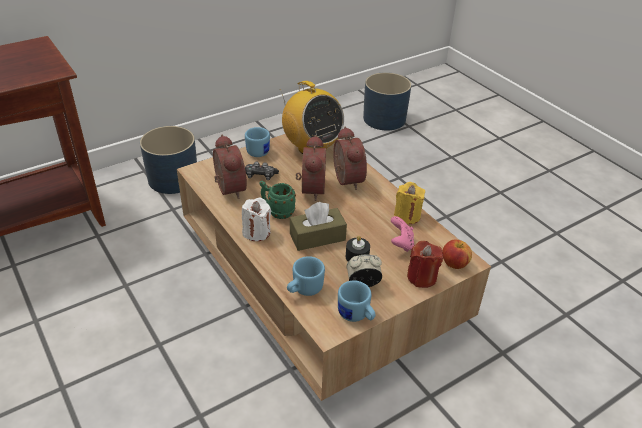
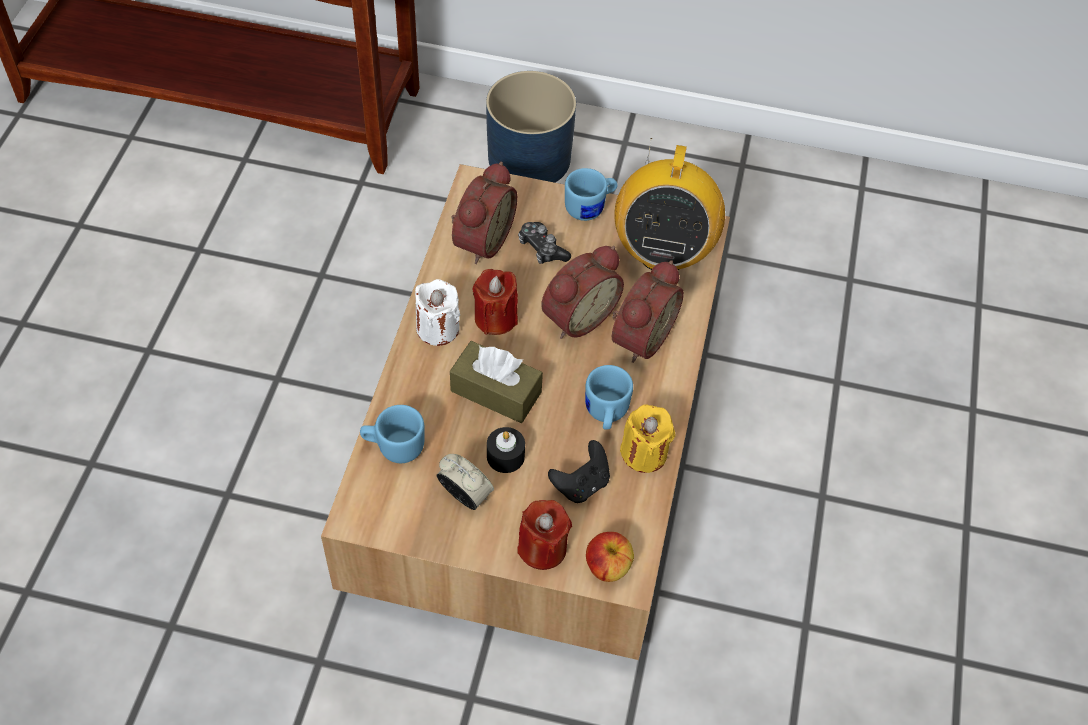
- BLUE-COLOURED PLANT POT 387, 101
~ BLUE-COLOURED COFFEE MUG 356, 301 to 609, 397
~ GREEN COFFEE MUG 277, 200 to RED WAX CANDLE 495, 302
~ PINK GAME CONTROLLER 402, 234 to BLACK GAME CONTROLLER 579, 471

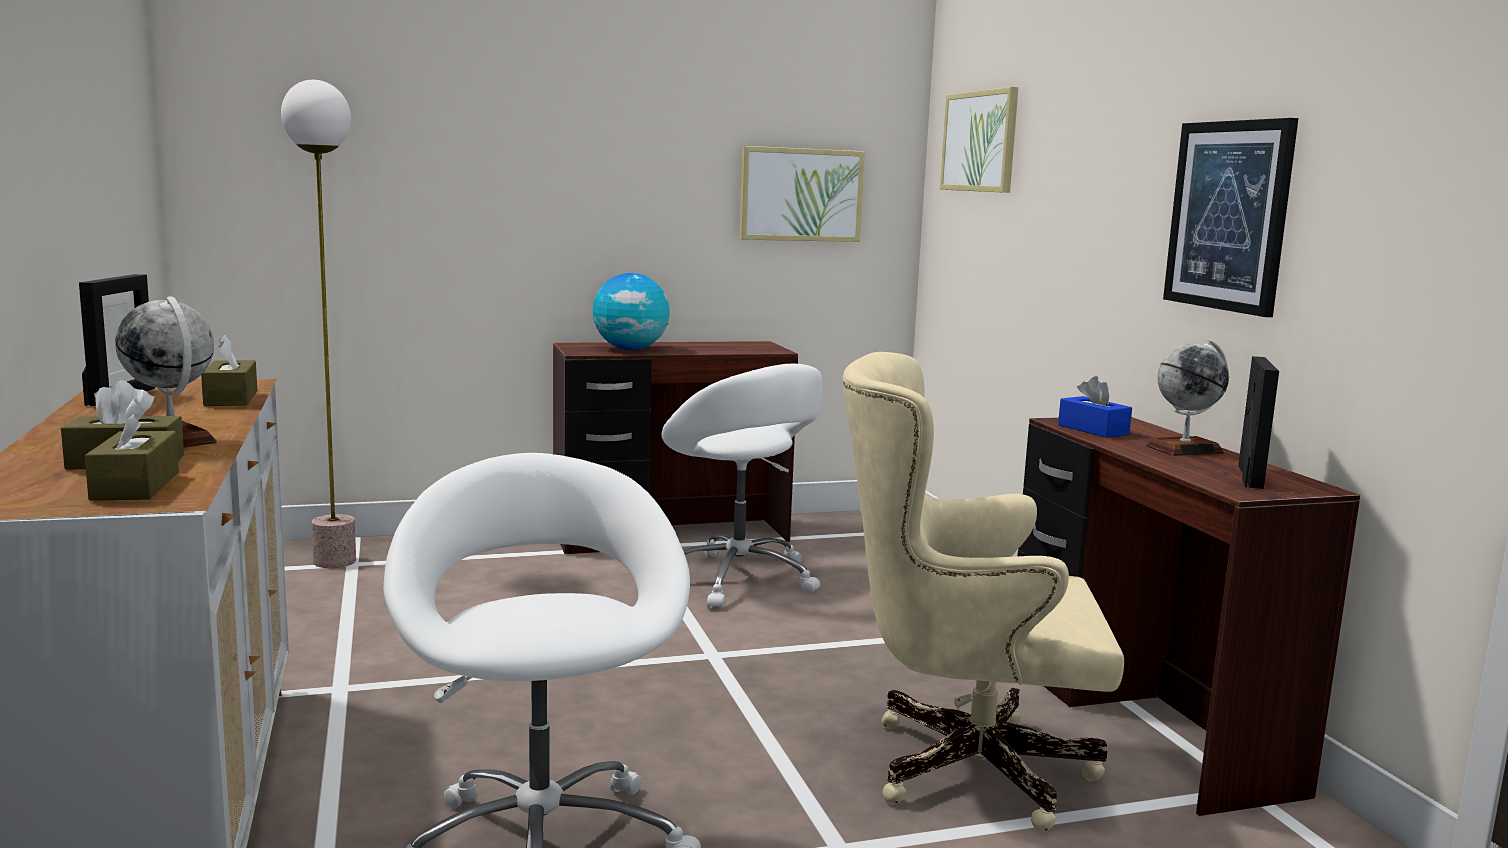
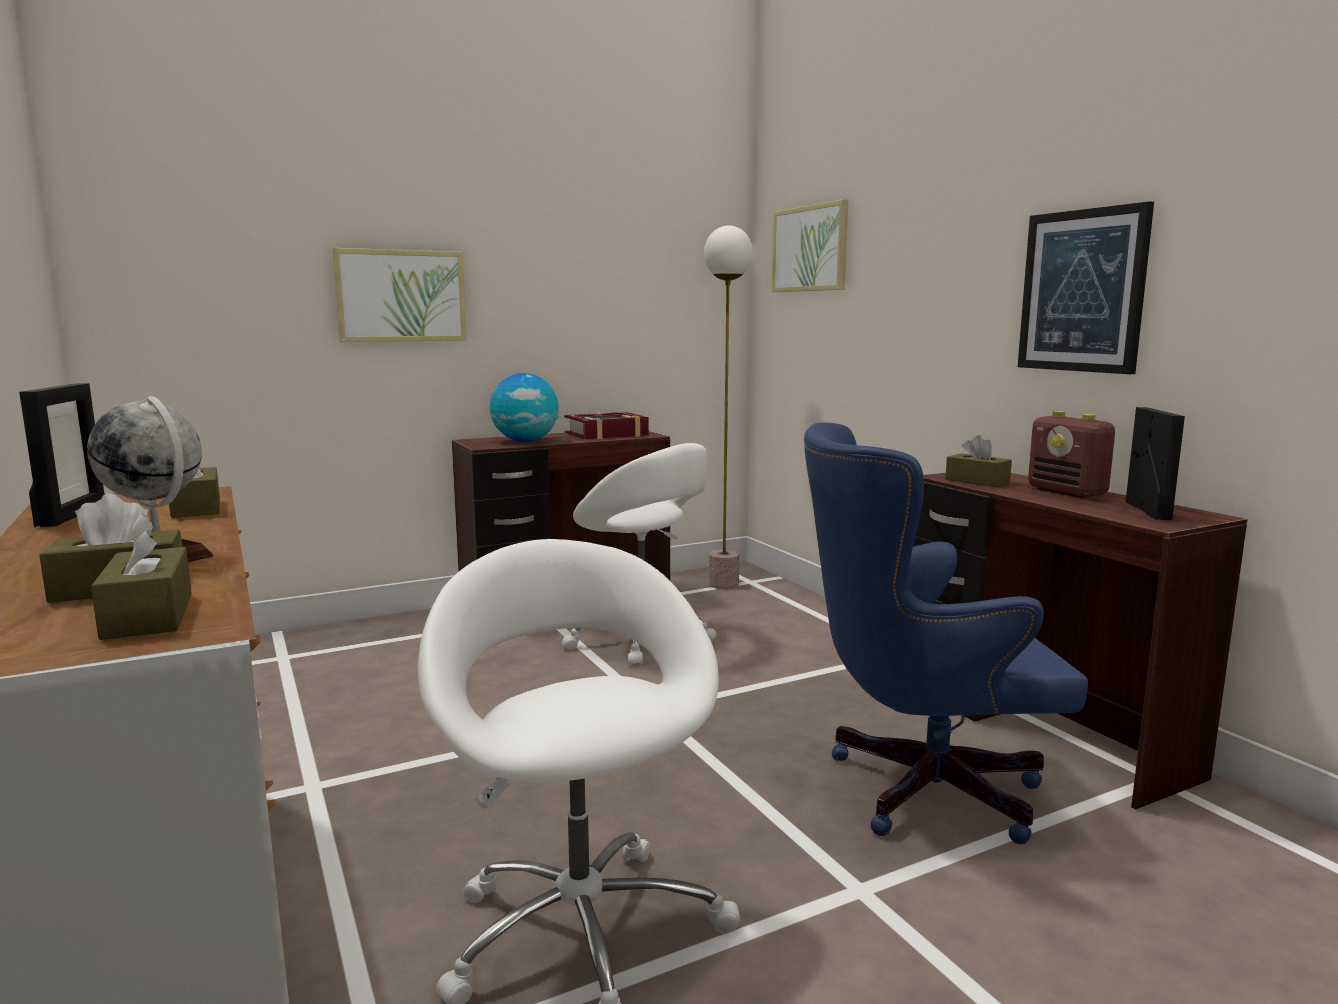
+ BOUND BOOK 606, 425
~ STANDING LAMP 318, 324 to 728, 407
~ WALL PICTURE 802, 194 to 399, 295
~ DESK GLOBE 1187, 398 to RADIO RECEIVER 1071, 454
~ SAND-COLOURED COMPUTER CHAIR 983, 591 to BLUE-COLOURED COMPUTER CHAIR 946, 633
~ BLUE-COLOURED TISSUE BOX 1095, 407 to BROWN TISSUE BOX 978, 461

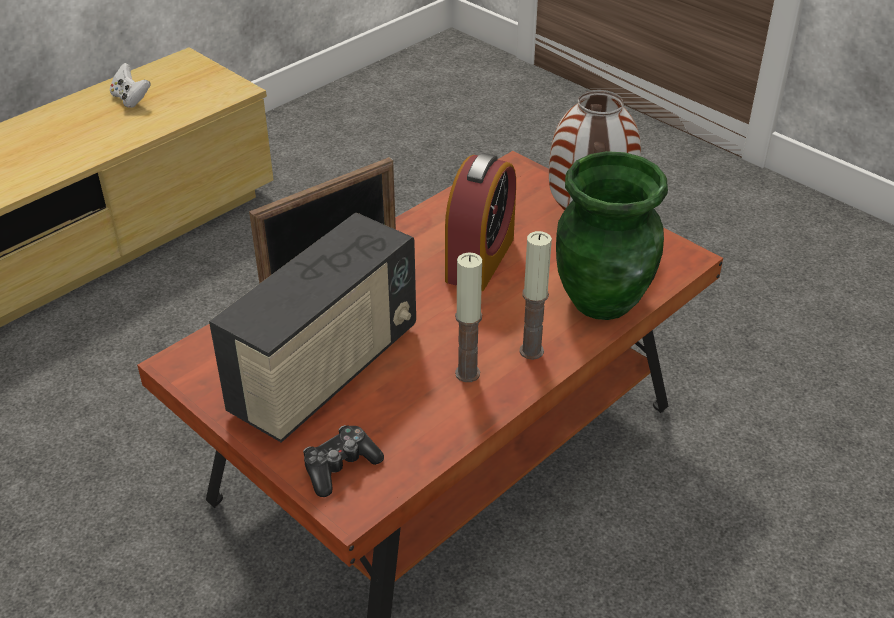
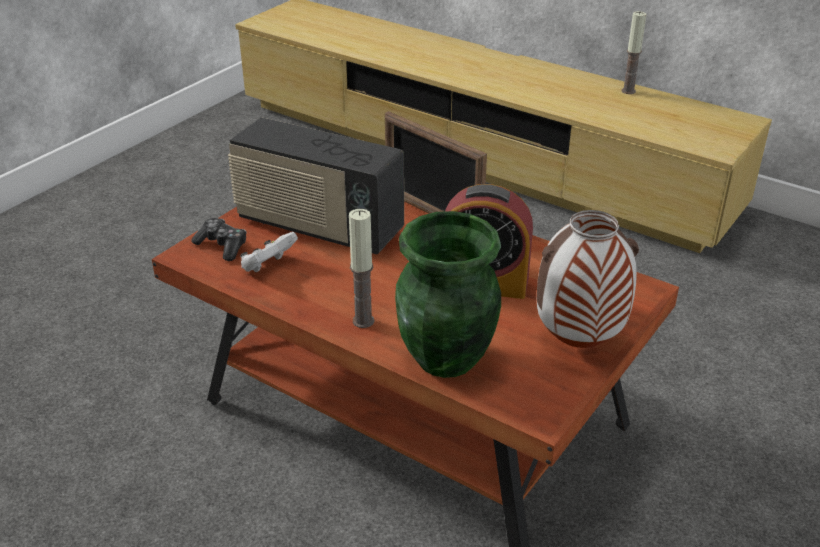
~ WHITISH GAME CONTROLLER 130, 85 to 269, 252
~ WAX CANDLE 468, 317 to 634, 52

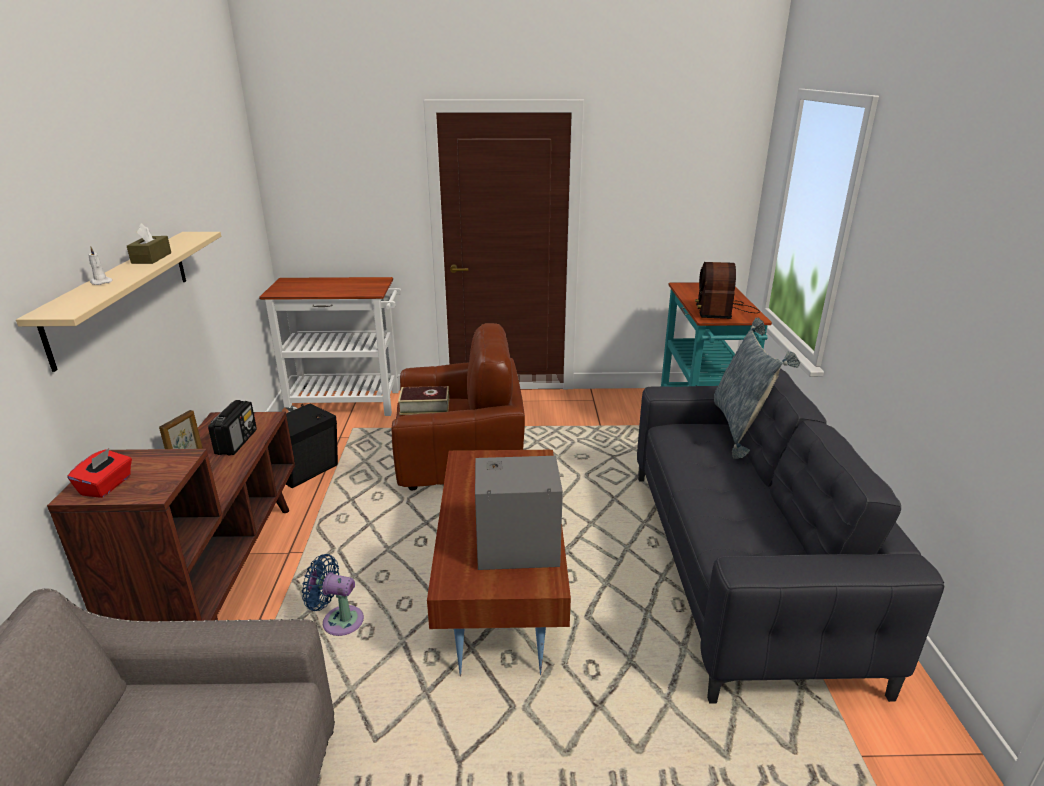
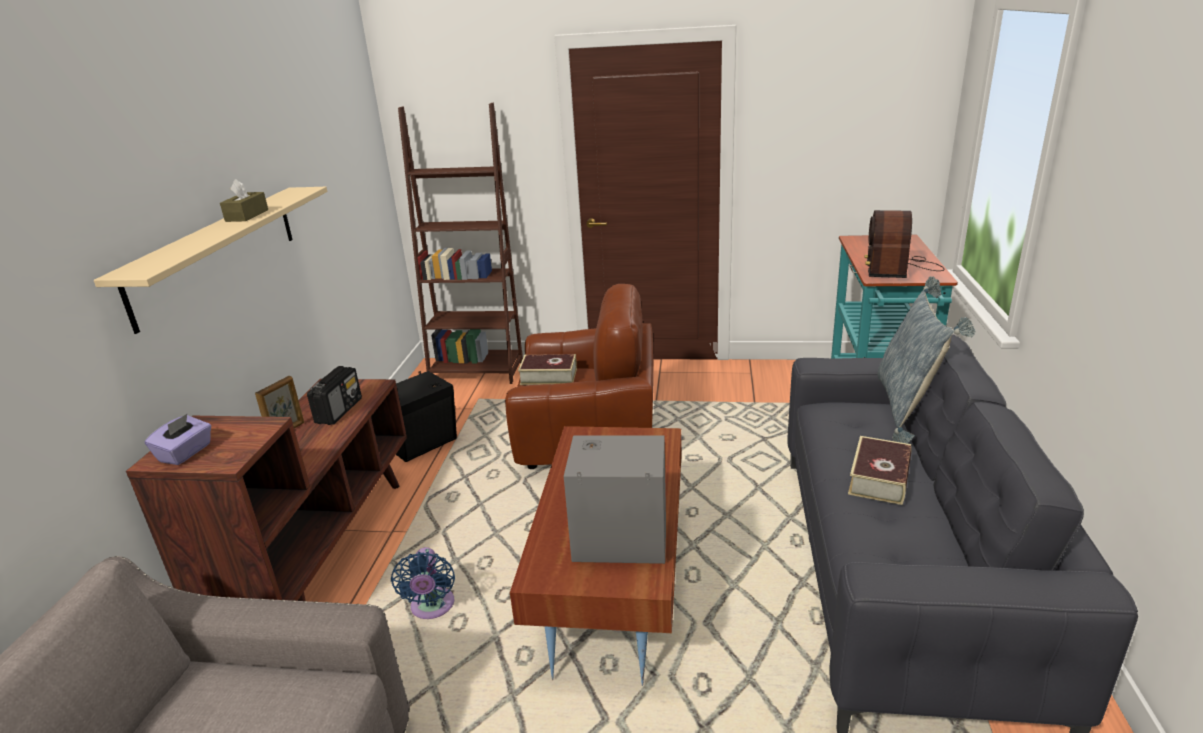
- WHITISH WAX CANDLE 100, 266
+ BOUND BOOK 879, 470
~ WHITISH WHEELED CART 330, 346 to BROWN BOOKCASE 460, 243
~ RED TISSUE BOX 100, 473 to PURPLE TISSUE BOX 178, 439
~ BLUE-COLOURED COOLING FAN 333, 595 = 423, 583 120 degrees counterclockwise

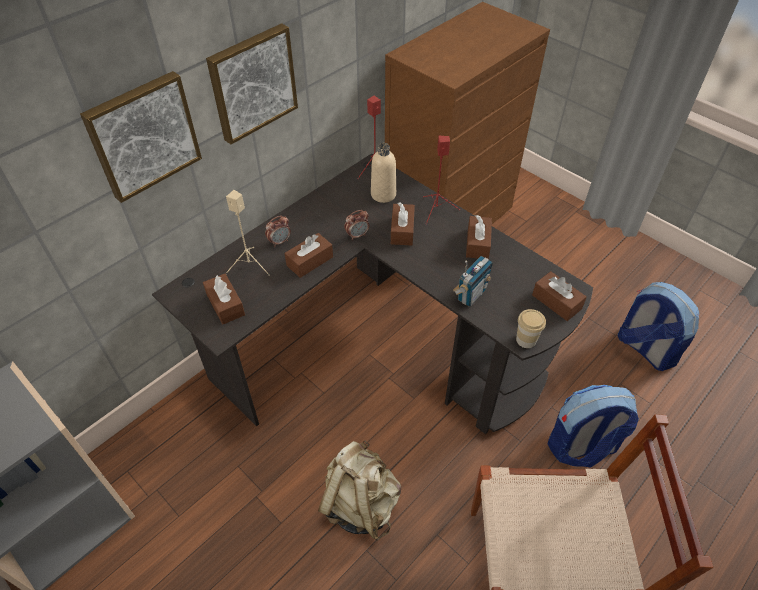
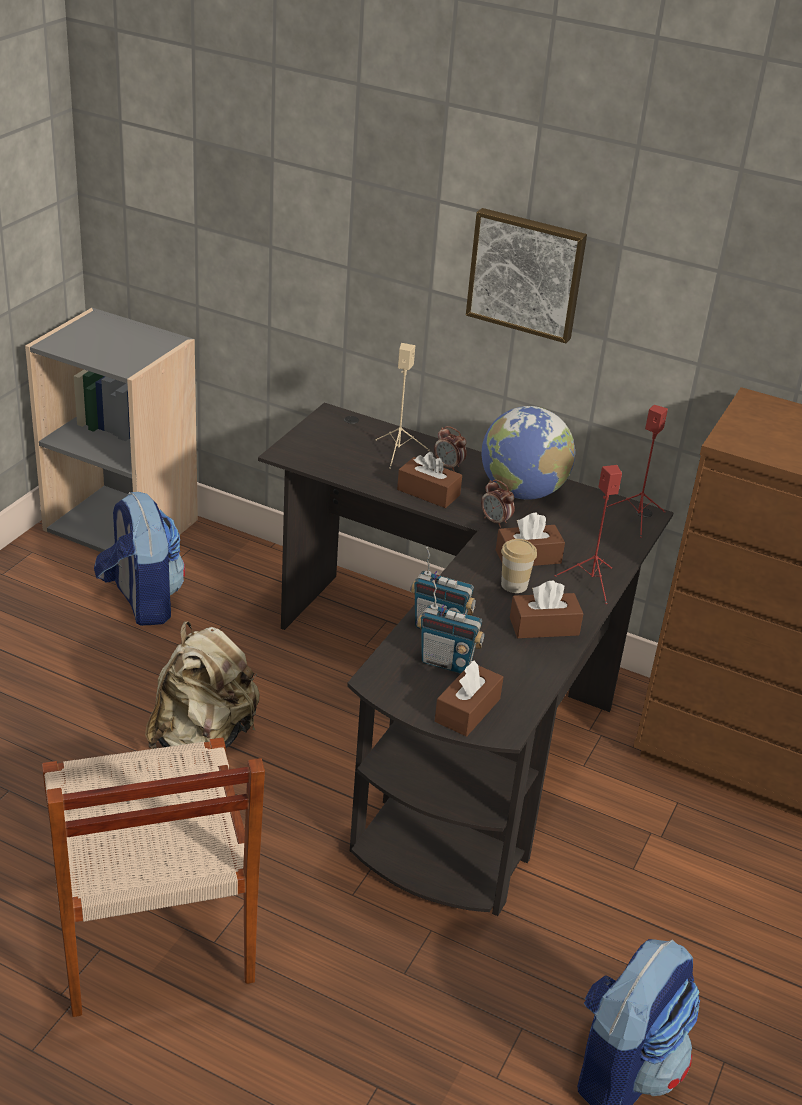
- WALL PICTURE 141, 137
- BROWN TISSUE BOX 224, 299
- SAND-COLOURED BEVERAGE BOTTLE 383, 173
+ RADIO RECEIVER 450, 627
+ DESK GLOBE 528, 453
~ SMALL CUP 531, 328 to 519, 566
~ KNAPSACK 593, 426 to 139, 559

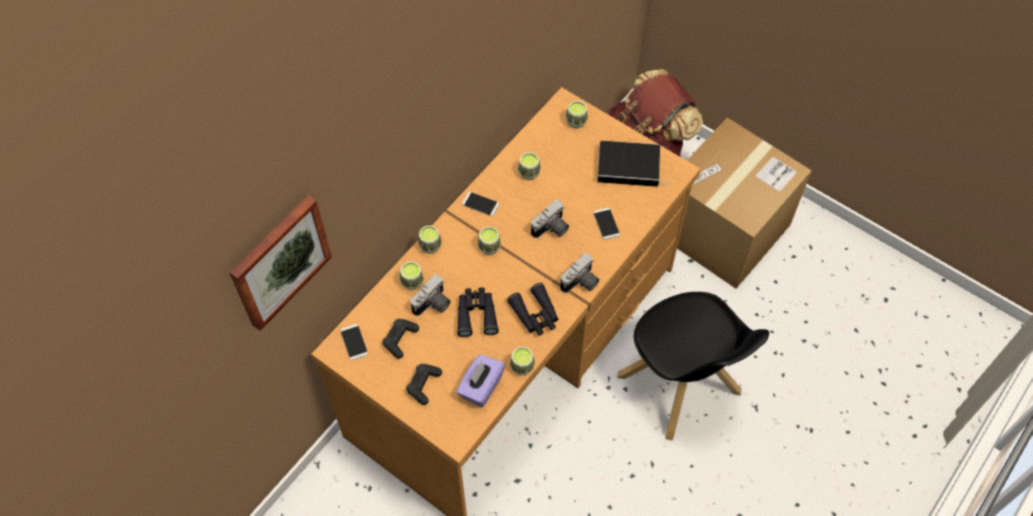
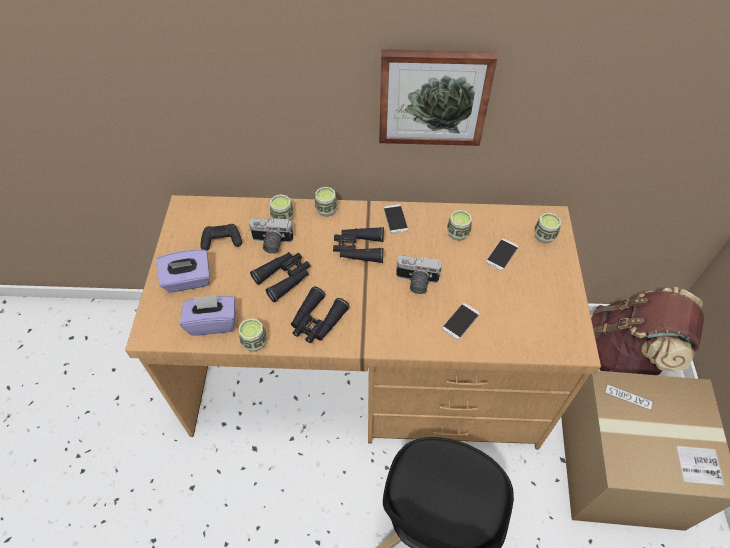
- STILL CAMERA 579, 273
- BOUND BOOK 633, 163
~ WALL PICTURE 280, 263 to 438, 97
~ TELEPHONE 354, 342 to 502, 254
~ BLACK GAME CONTROLLER 424, 384 to PURPLE TISSUE BOX 183, 271
~ SMALL CUP 489, 240 to BLACK FIELD GLASSES 358, 245

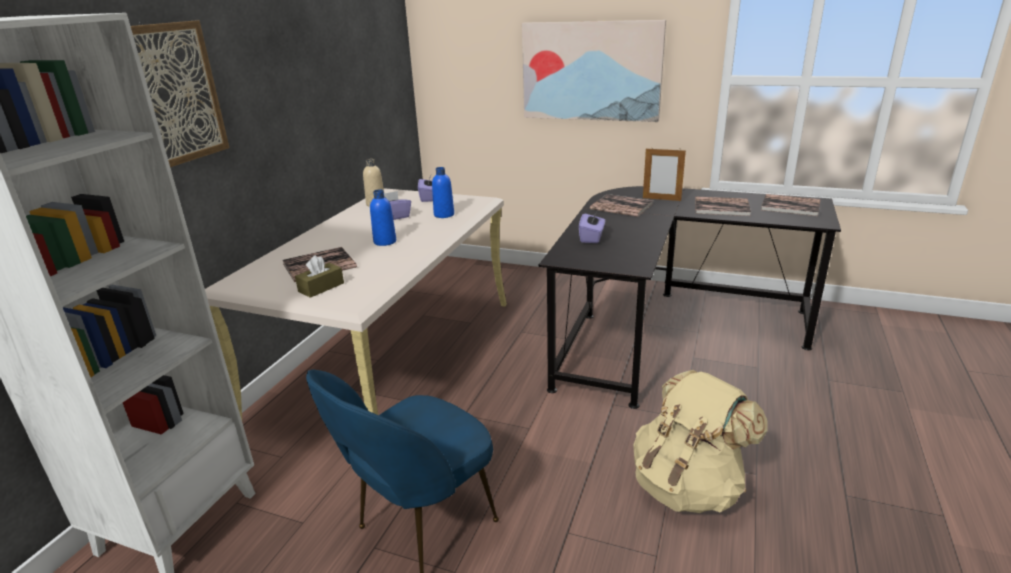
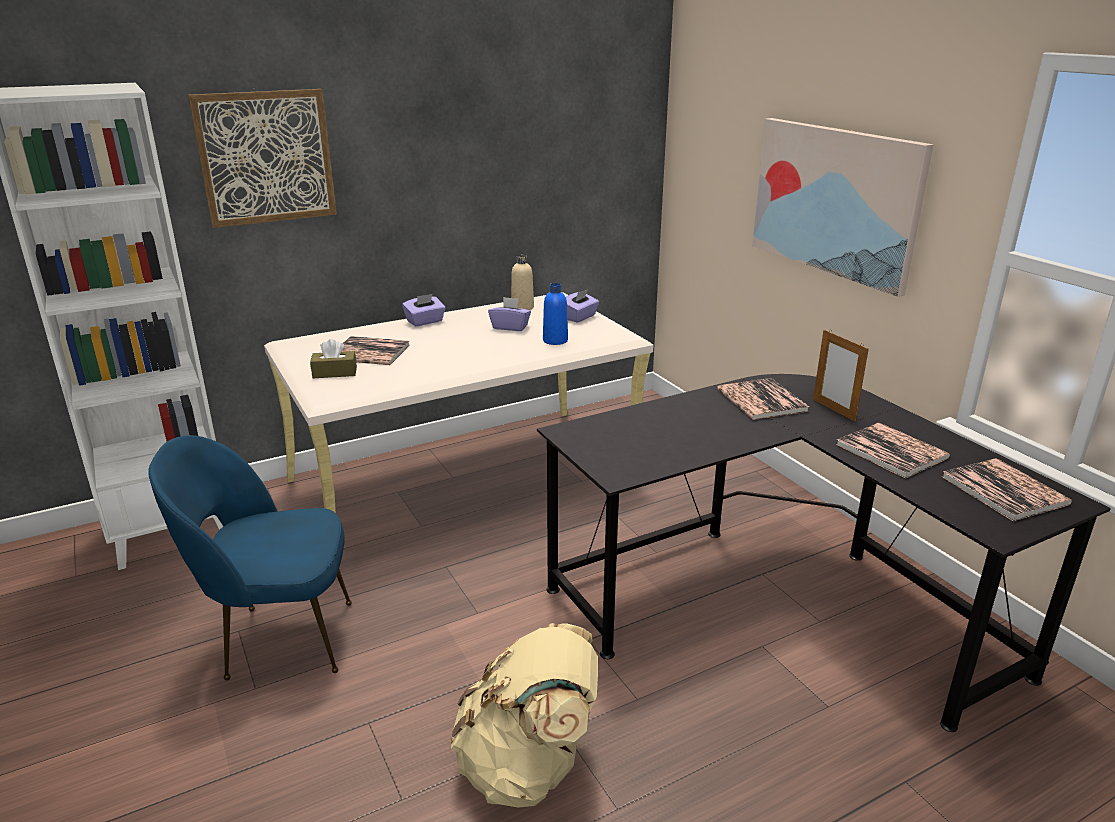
- BLUE-COLOURED BEVERAGE BOTTLE 383, 218
~ PURPLE TISSUE BOX 592, 226 to 424, 310

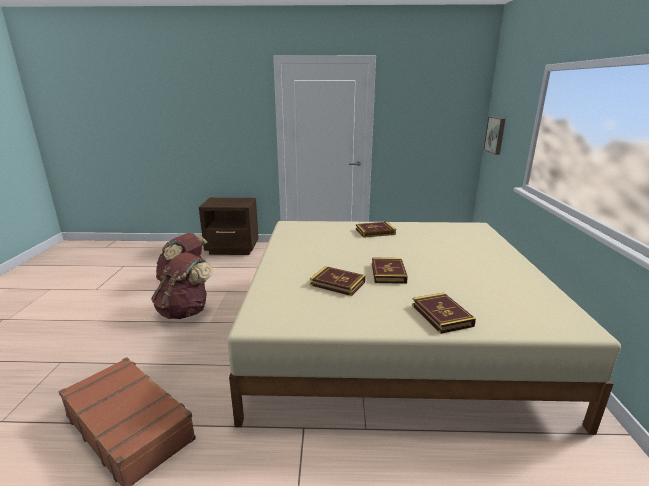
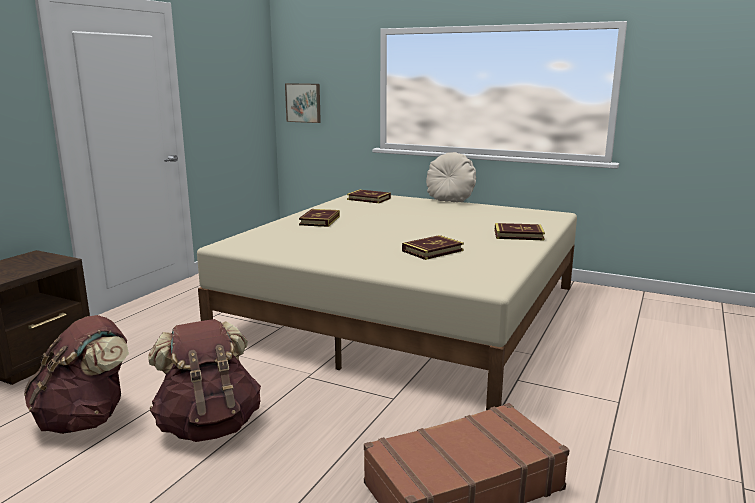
+ SAND-COLOURED PILLOW 451, 177
~ BOUND BOOK 390, 270 to 369, 196

